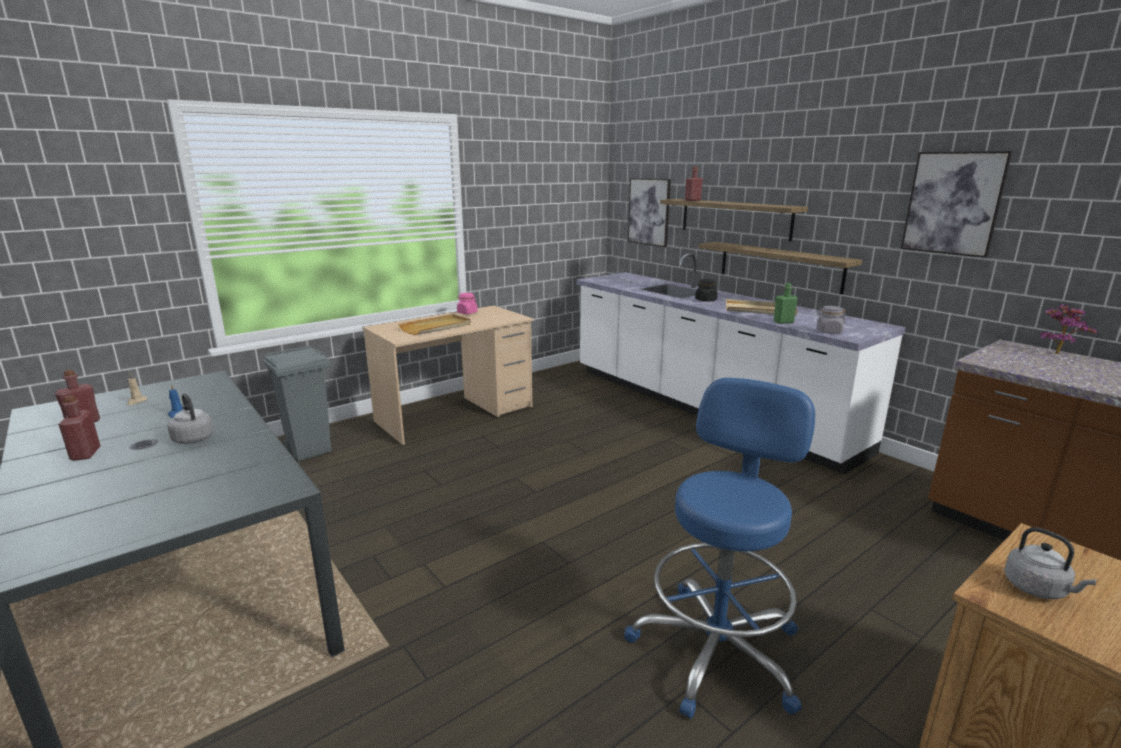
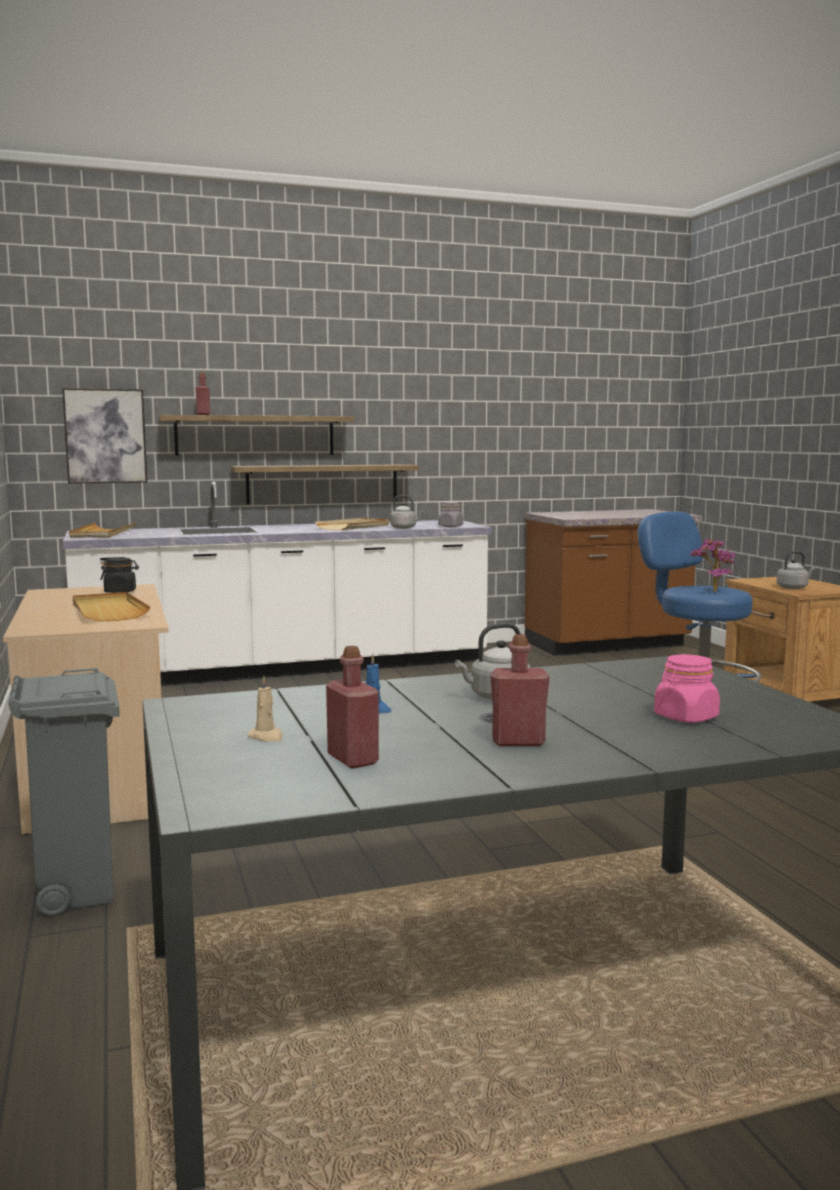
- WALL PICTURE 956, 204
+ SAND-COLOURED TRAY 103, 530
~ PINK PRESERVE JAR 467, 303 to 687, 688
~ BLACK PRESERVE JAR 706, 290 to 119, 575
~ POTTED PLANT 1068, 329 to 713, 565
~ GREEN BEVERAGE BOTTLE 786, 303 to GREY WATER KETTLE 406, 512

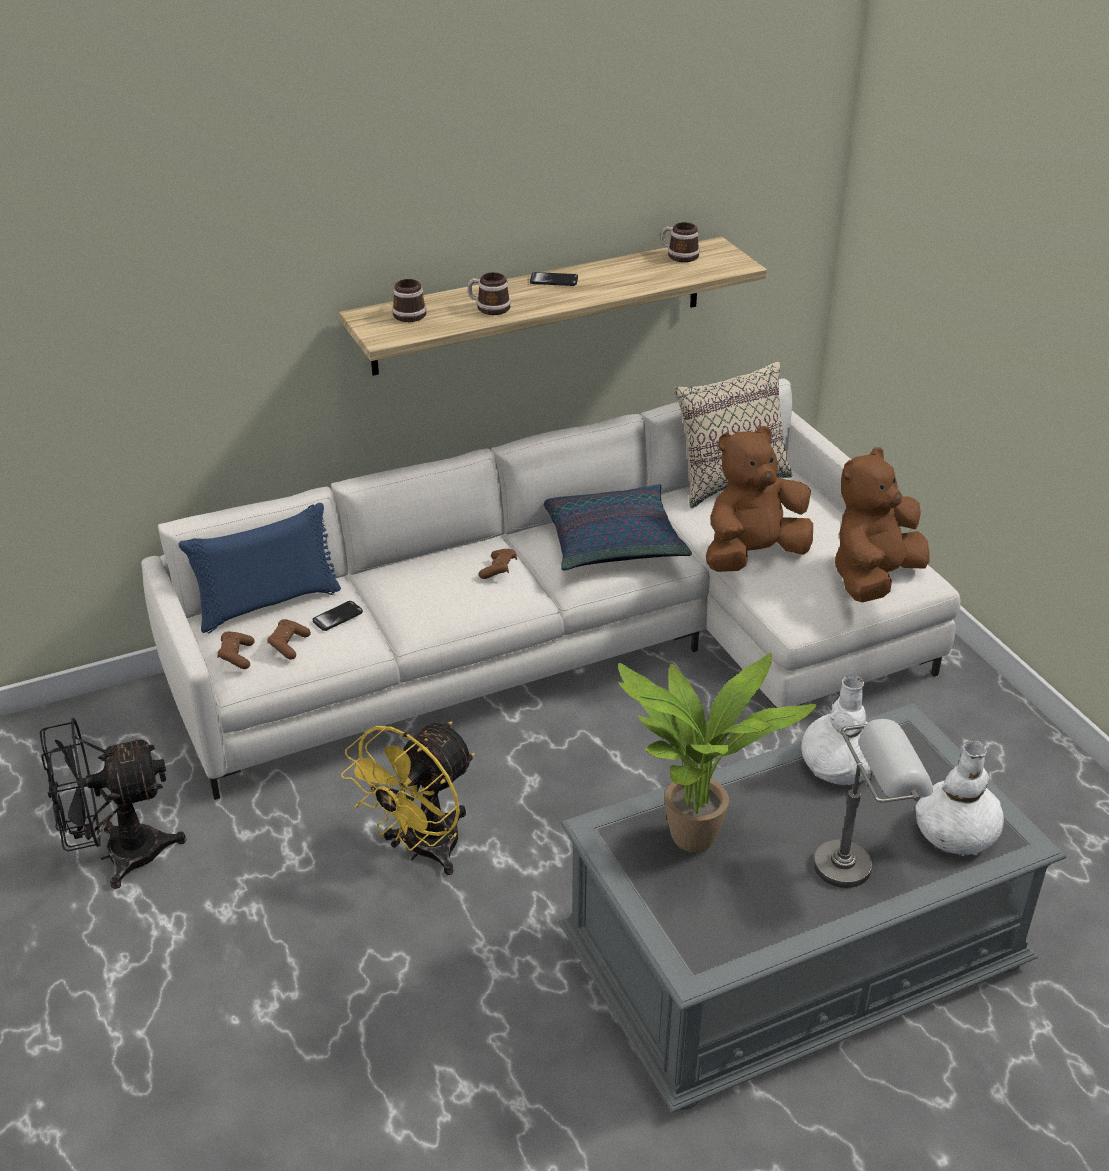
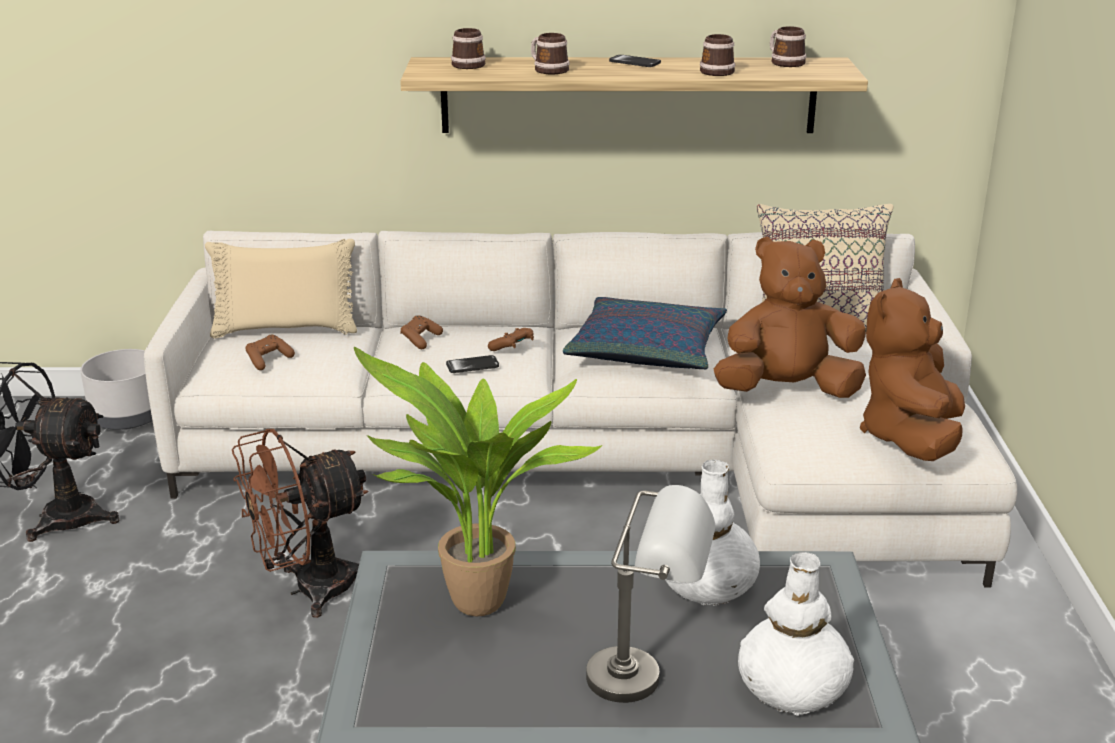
+ GREY PLANT POT 116, 389
+ COFFEE MUG 718, 55
~ BROWN GAME CONTROLLER 236, 650 to 421, 332
~ TELEPHONE 337, 616 to 472, 364
~ BLUE-COLOURED PILLOW 259, 568 to SAND-COLOURED PILLOW 281, 289
~ YELLOWISH COOLING FAN 408, 798 to BROWN COOLING FAN 300, 523
~ BROWN SOFT TOY 882, 525 = 912, 369 45 degrees counterclockwise

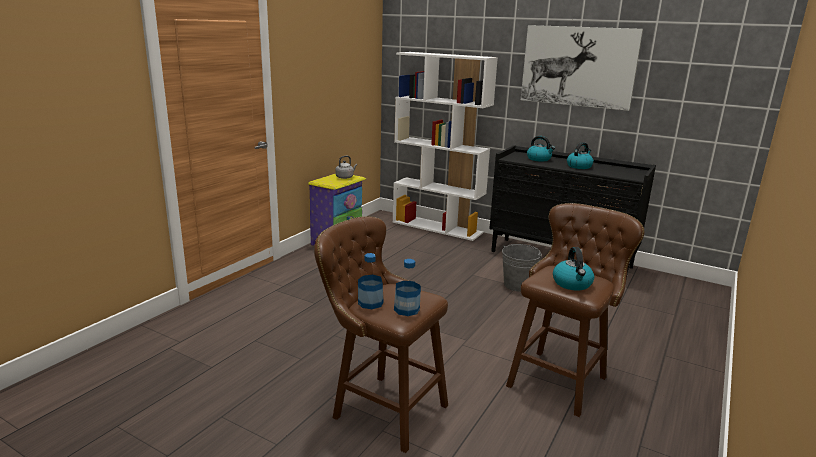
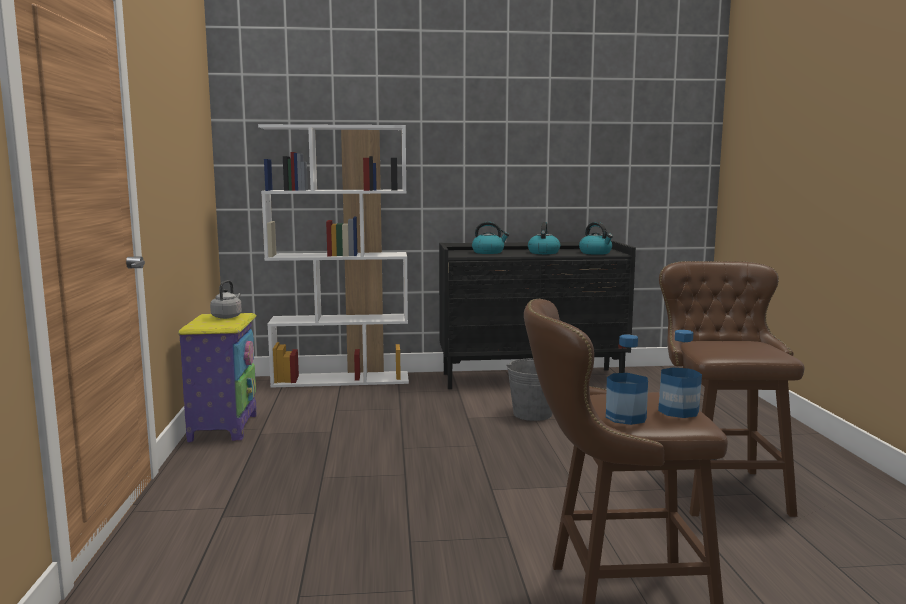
- WALL PICTURE 582, 68
~ WATER KETTLE 573, 269 to 596, 238

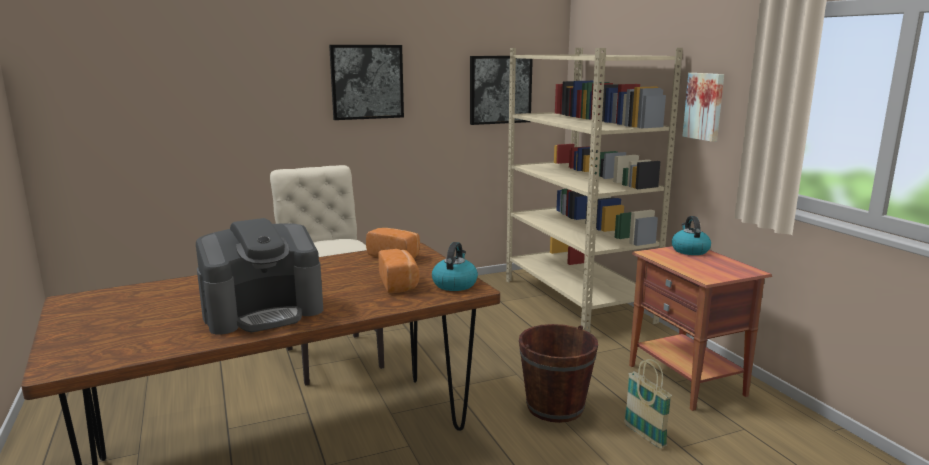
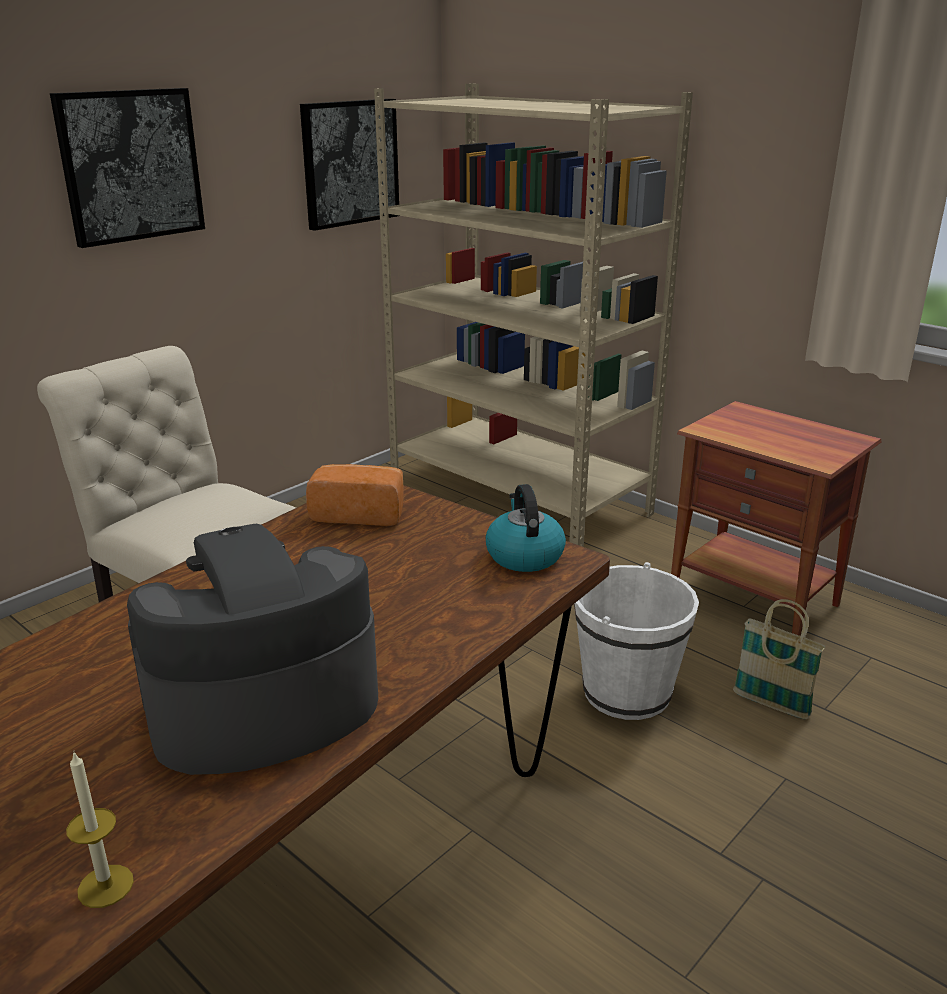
- BAKERY BREAD 399, 271
- WATER KETTLE 691, 235
- WALL PICTURE 703, 107
+ WAX CANDLE 100, 830
~ BROWN PAIL 558, 373 to WHITISH PAIL 636, 641
~ COFFEE MAKER 259, 276 = 252, 649 150 degrees counterclockwise

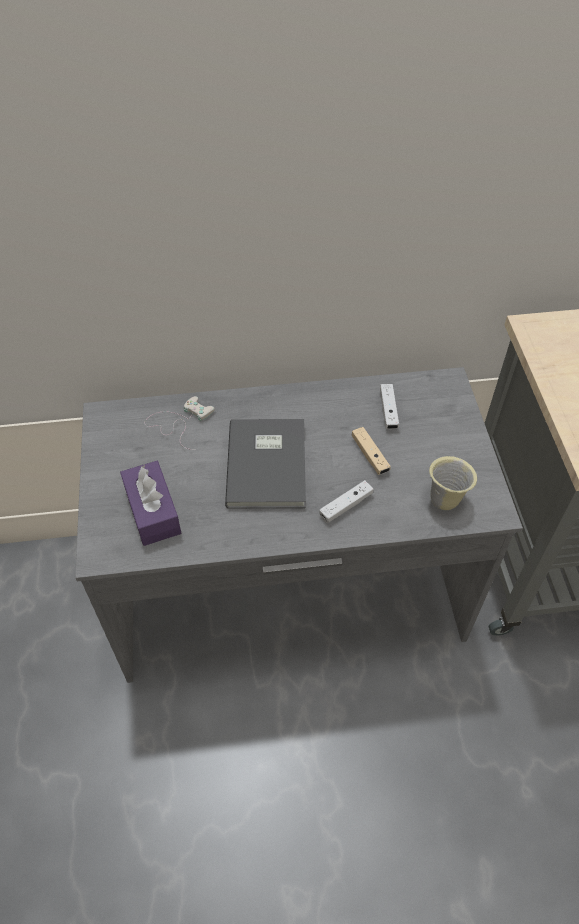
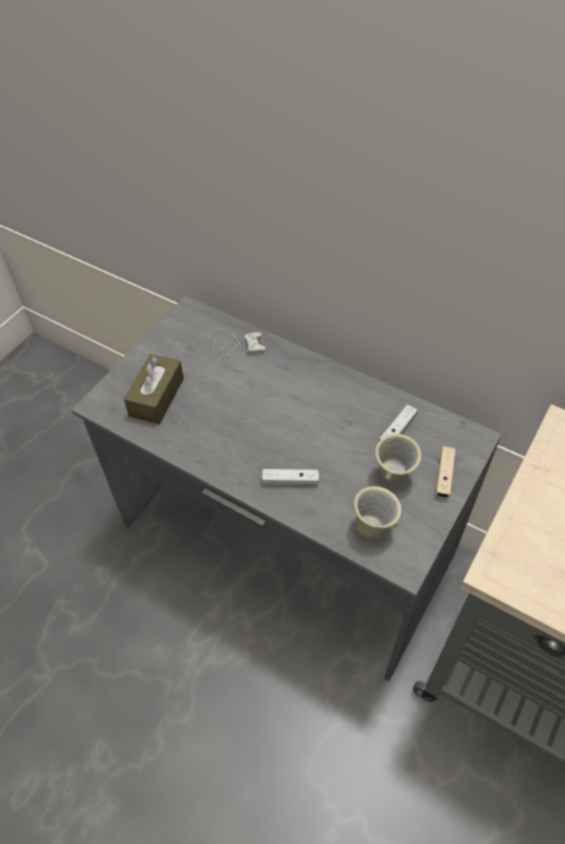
- GREY BOUND BOOK 265, 463
+ SAND-COLOURED COFFEE MUG 398, 458
~ SAND-COLOURED GAME CONTROLLER 371, 451 to 446, 472
~ PURPLE TISSUE BOX 150, 503 to BROWN TISSUE BOX 154, 389

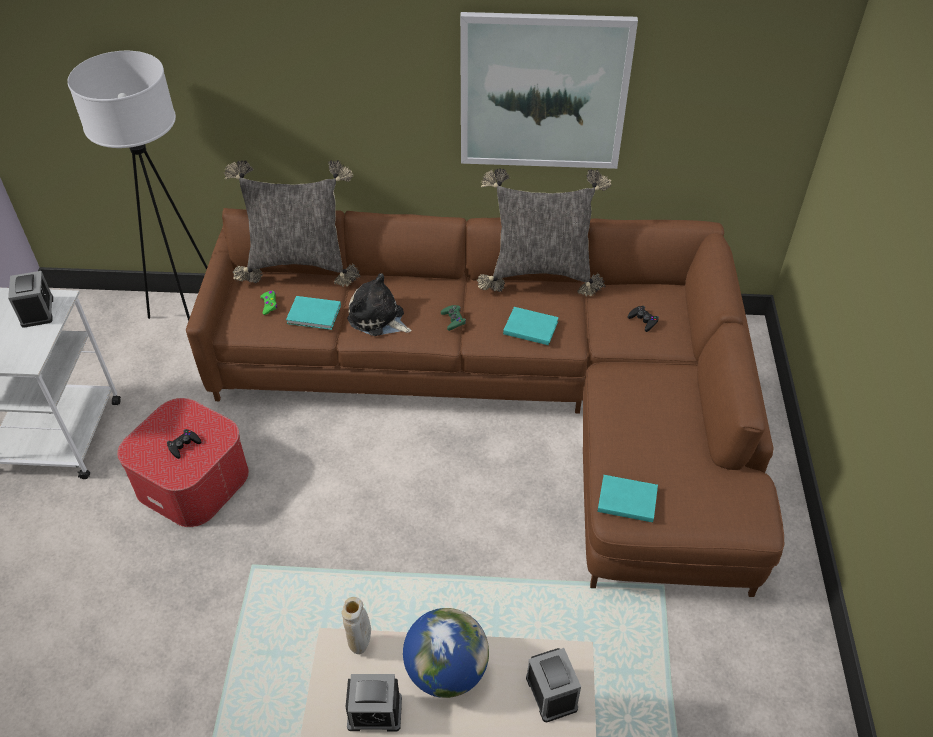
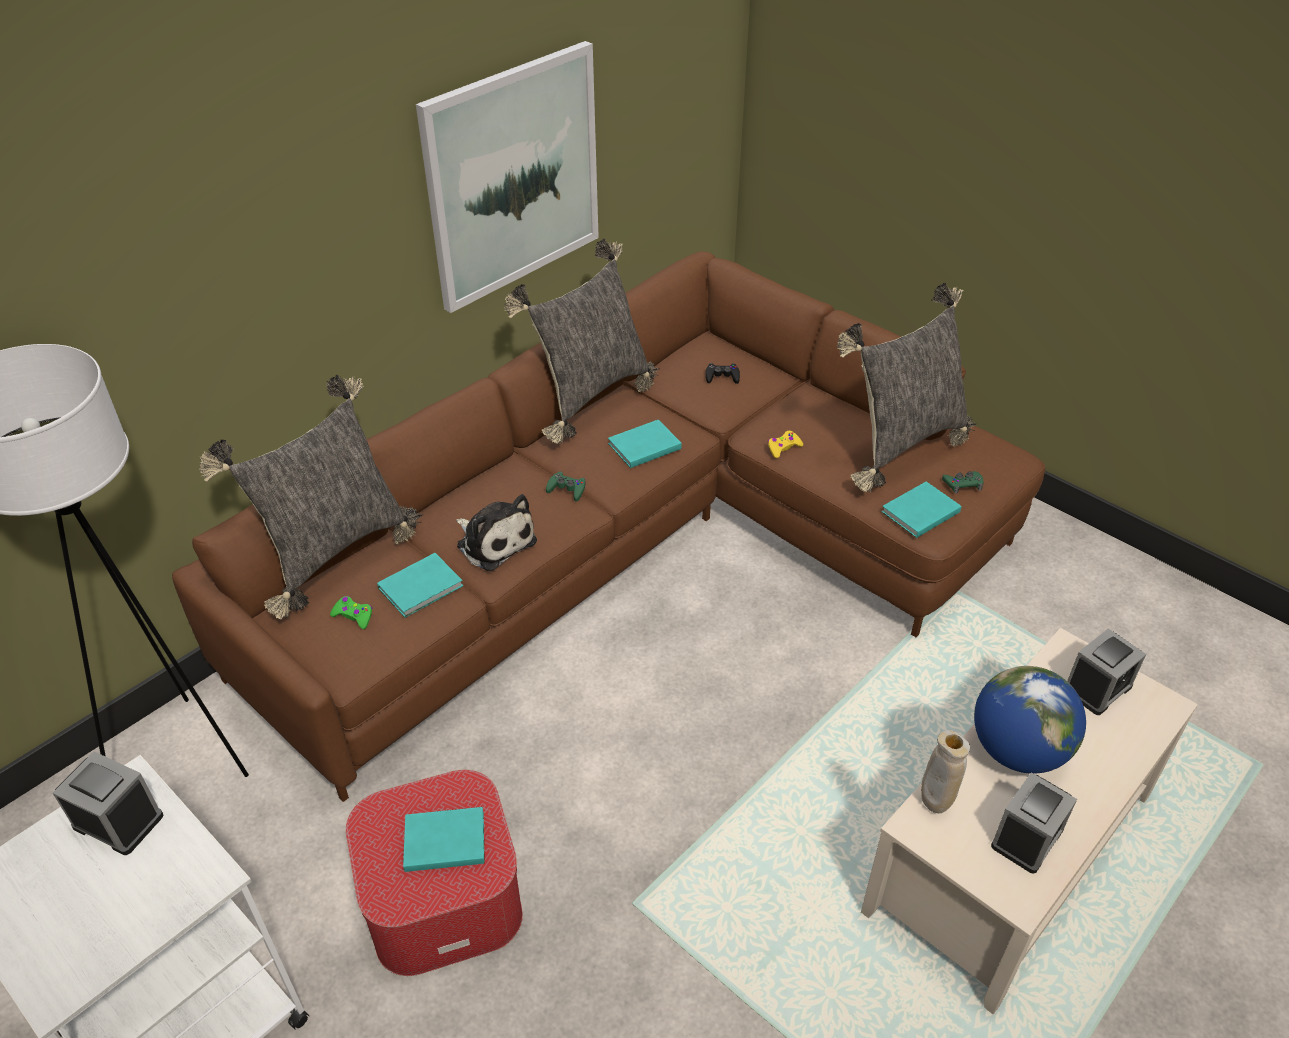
+ YELLOWISH GAME CONTROLLER 785, 444
+ PILLOW 906, 388
+ GREEN GAME CONTROLLER 962, 482
~ BLACK GAME CONTROLLER 184, 444 to BLUE-GREEN BOUND BOOK 444, 839
~ SOFT TOY 379, 304 = 496, 532 120 degrees counterclockwise
~ ALARM CLOCK 553, 685 = 1106, 672 120 degrees clockwise

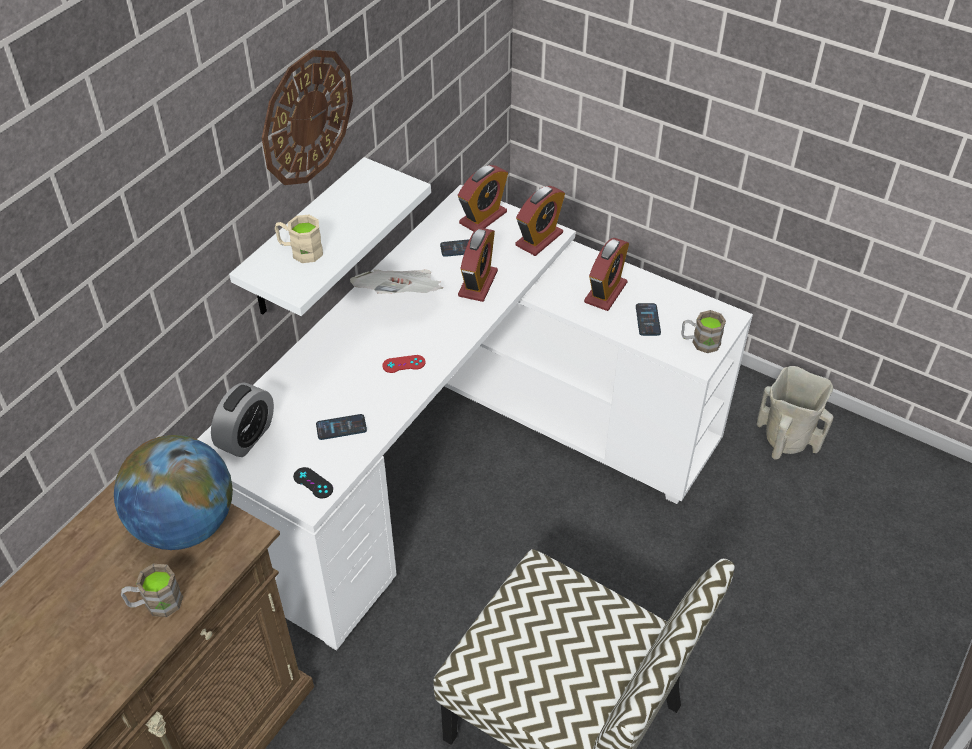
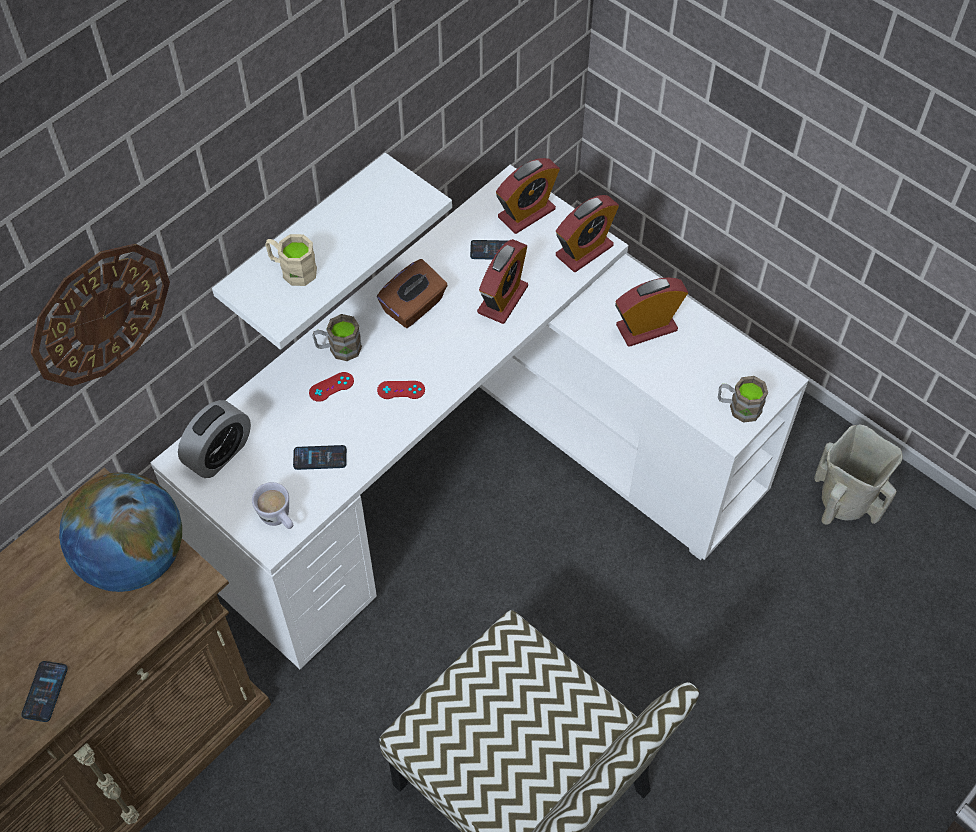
+ RED GAME CONTROLLER 331, 387
~ BROWN COFFEE MUG 152, 590 to 337, 337
~ WALL CLOCK 307, 117 to 100, 315
~ TELEPHONE 648, 319 to 44, 691
~ BLACK GAME CONTROLLER 313, 482 to WHITISH COFFEE MUG 272, 505
~ DAILY PAPER 396, 281 to BROWN TISSUE BOX 412, 293
~ ALARM CLOCK 606, 274 = 651, 312 150 degrees counterclockwise

